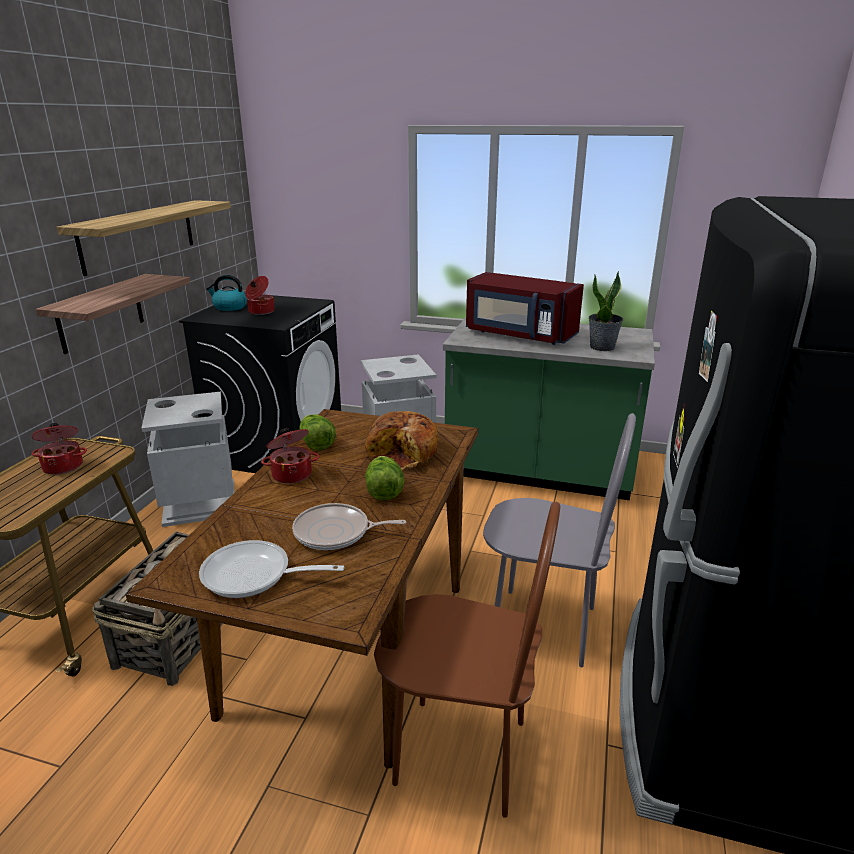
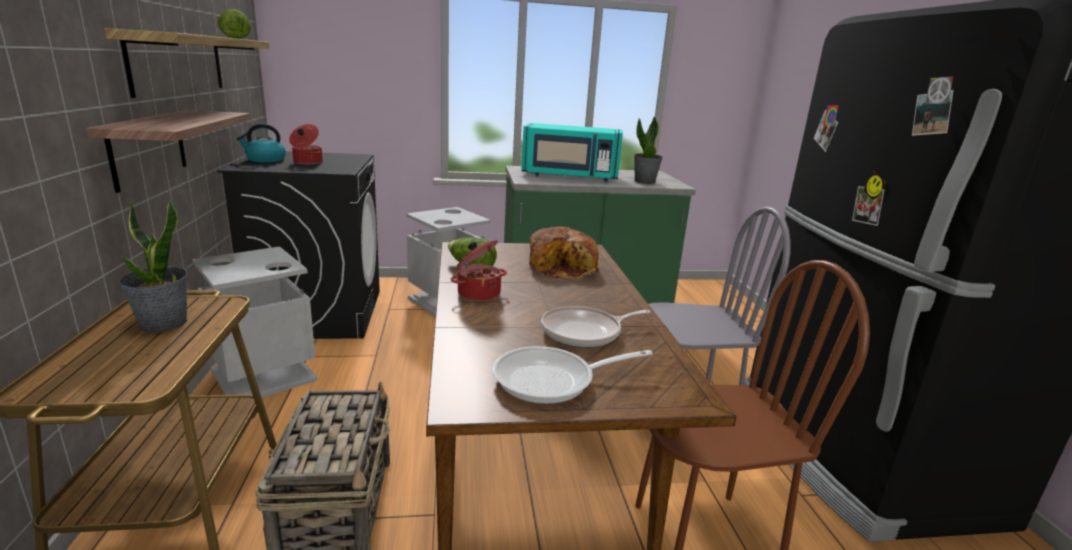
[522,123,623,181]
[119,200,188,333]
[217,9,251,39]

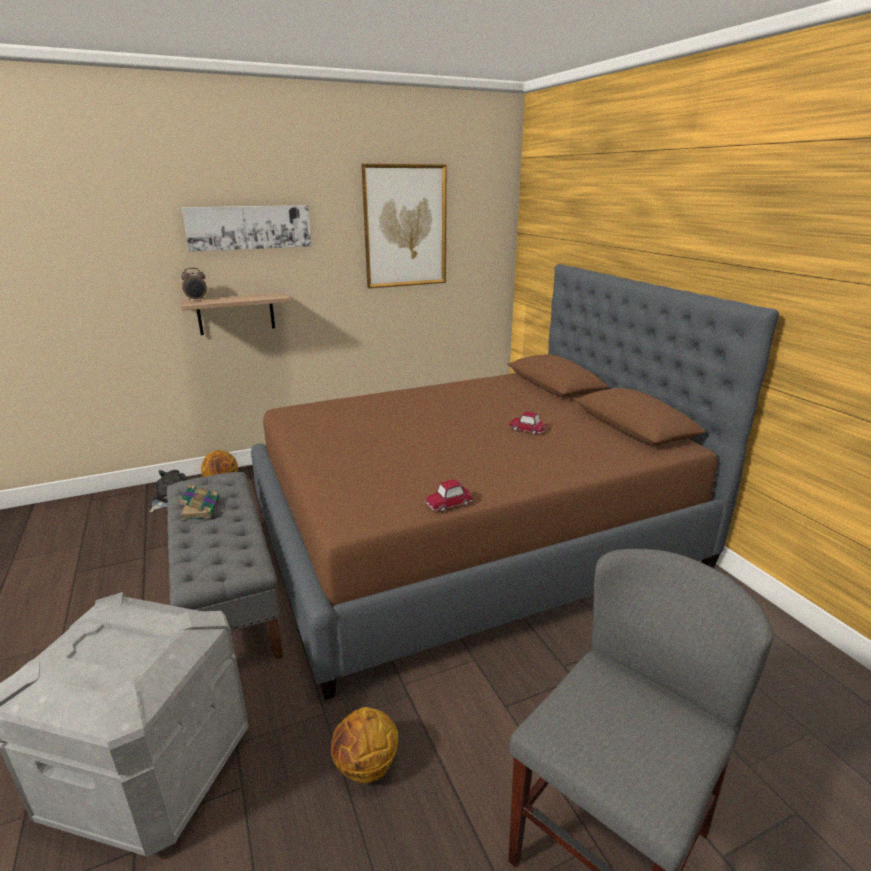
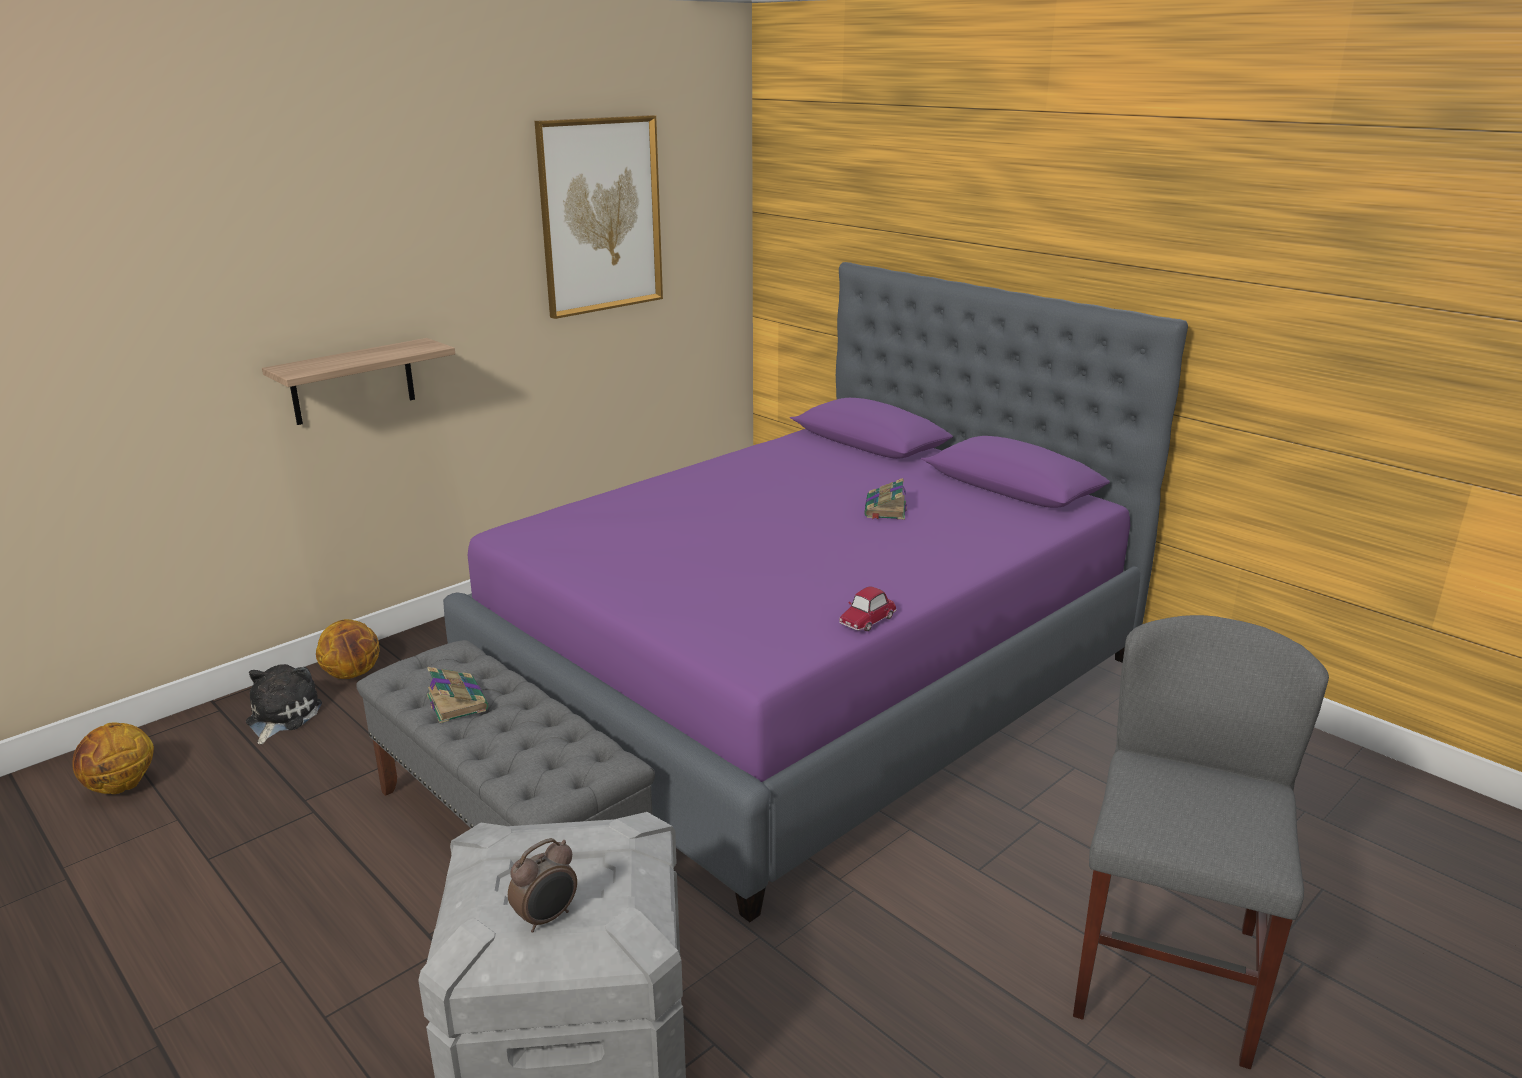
[182,205,311,252] (first image)
[443,262,1188,922]
[508,838,577,933]
[865,478,907,520]
[72,722,154,794]

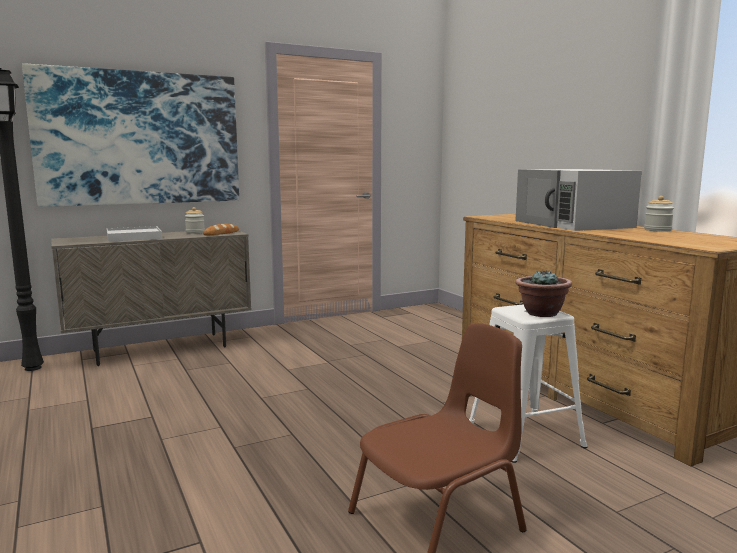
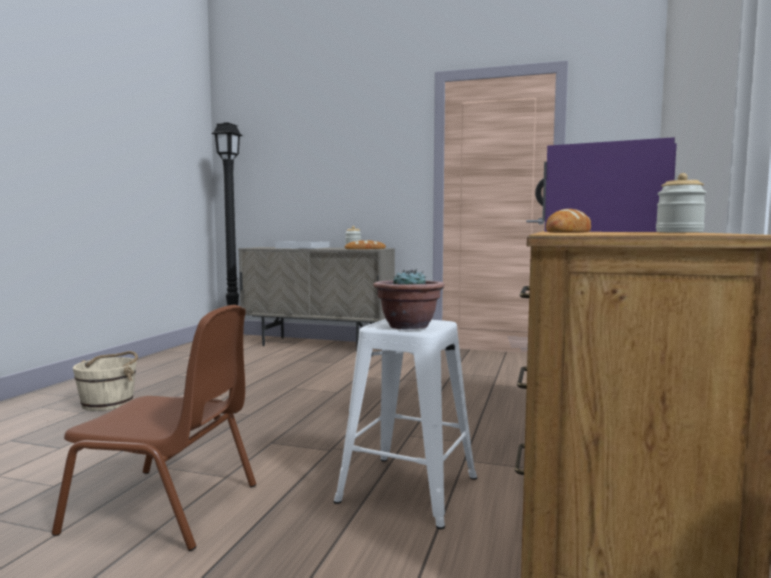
[22,63,239,207] (first image)
[535,137,677,232]
[546,209,591,233]
[73,351,138,411]

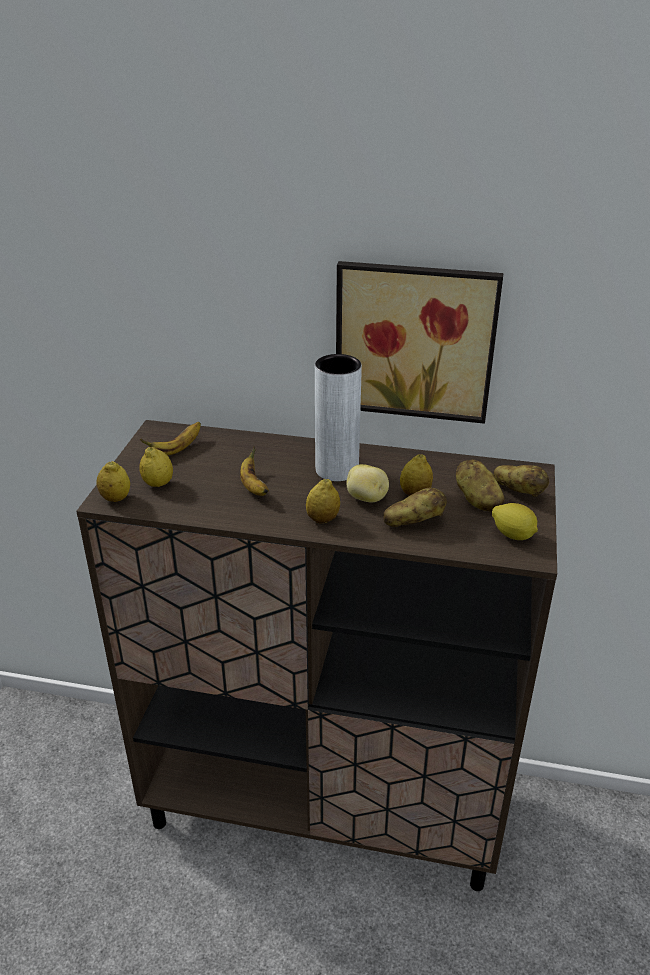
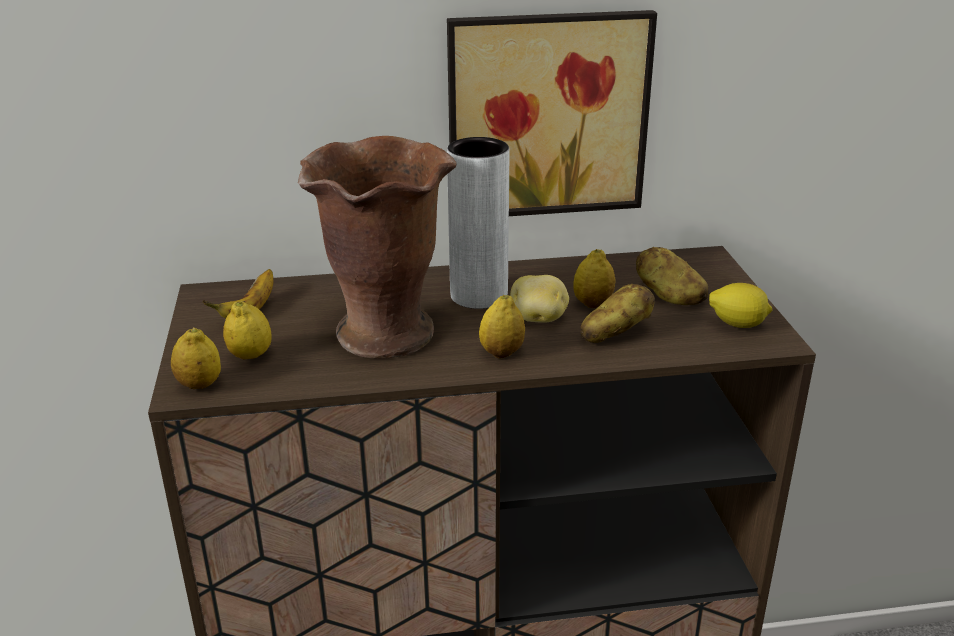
[298,136,457,359]
[493,465,549,497] (first image)

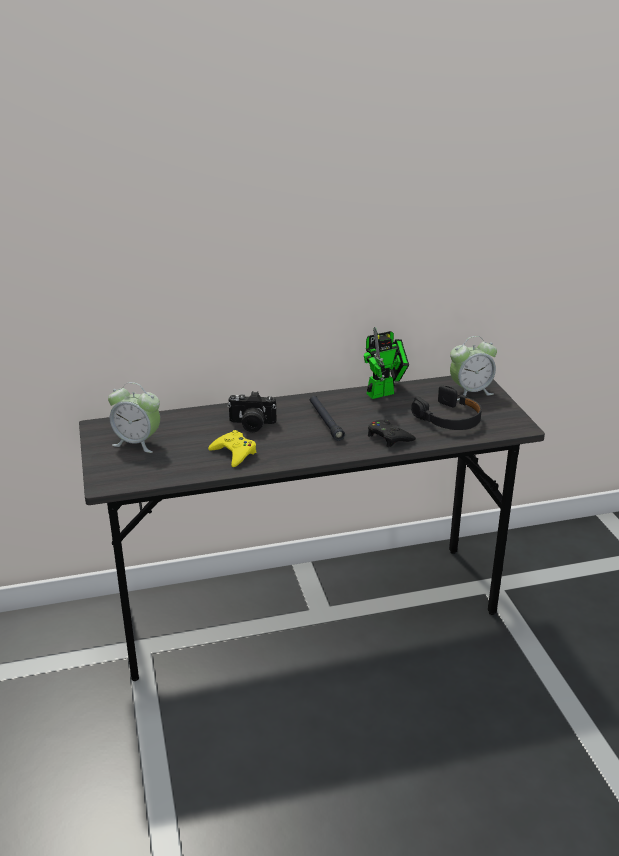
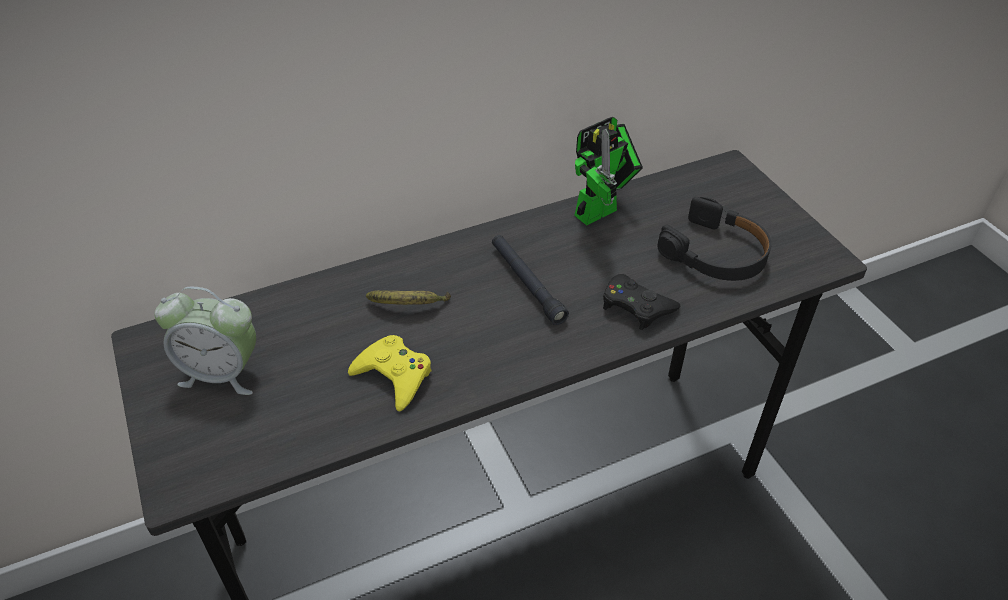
[450,336,497,400] (first image)
[366,290,451,305]

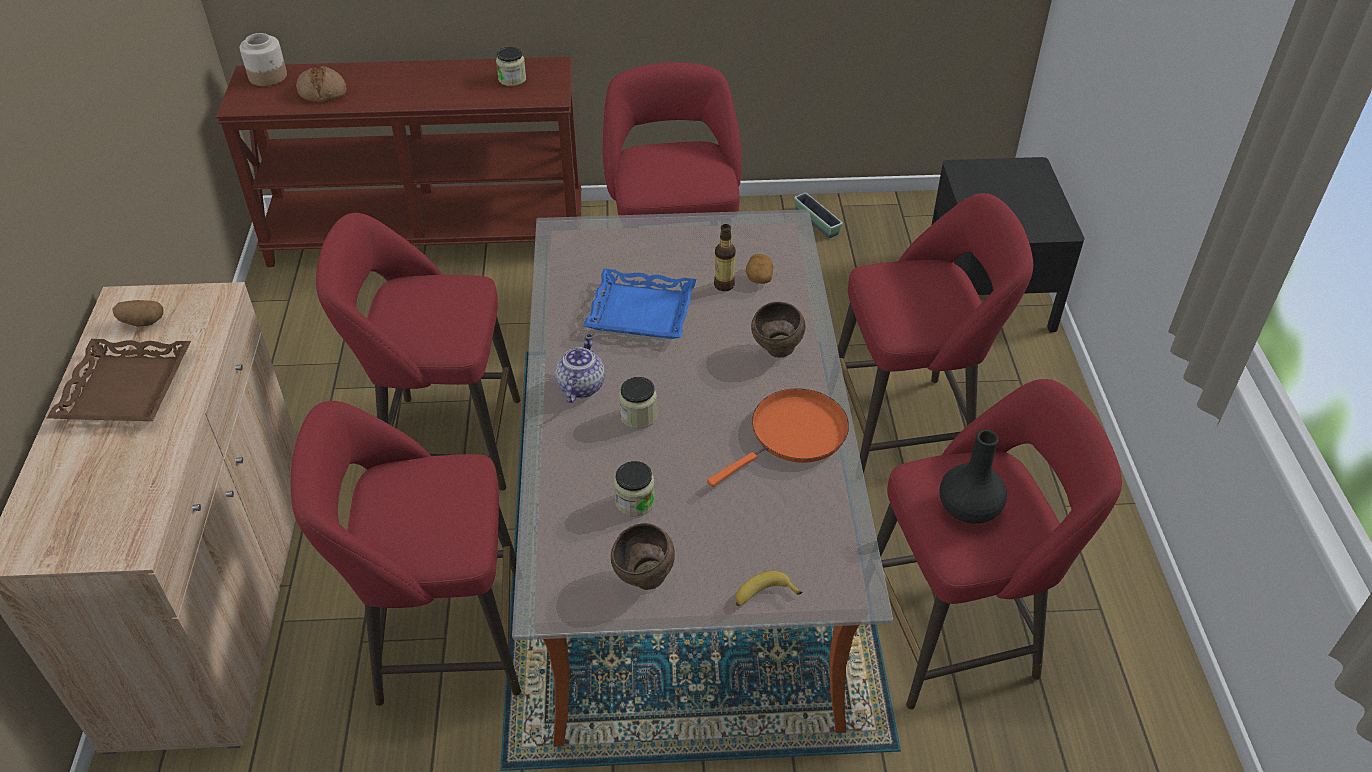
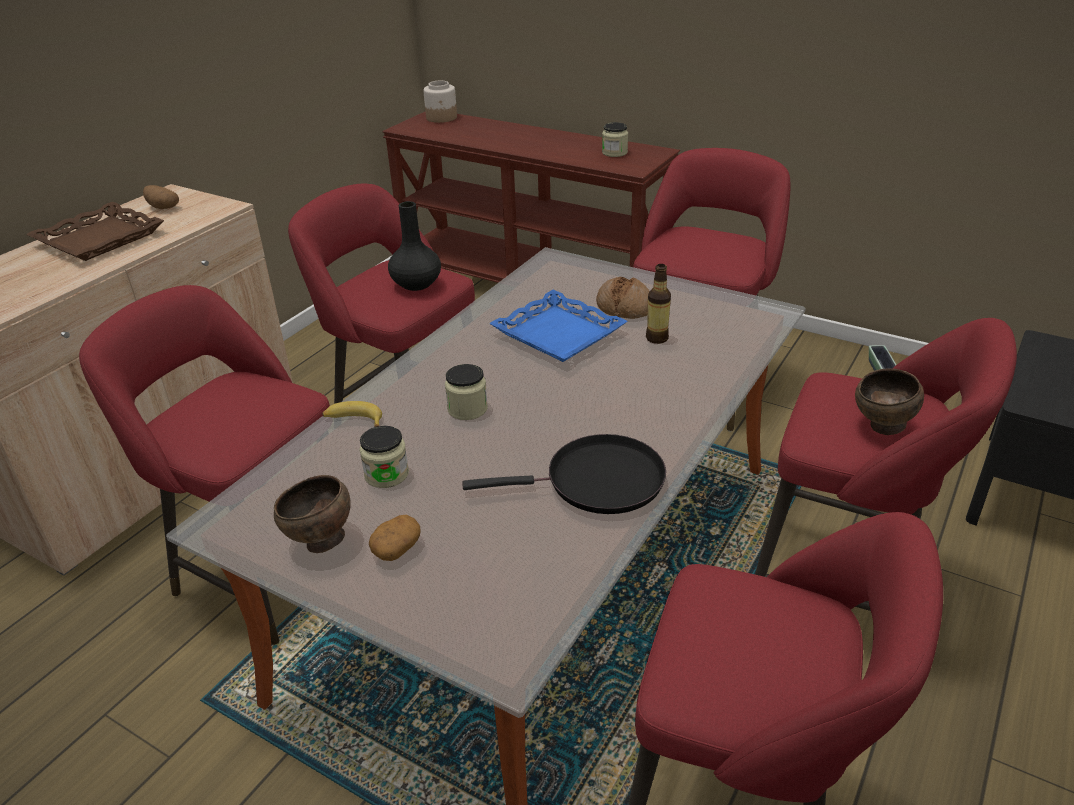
[596,277,650,319]
[369,515,421,561]
[855,368,924,435]
[555,334,605,403] (first image)
[462,434,666,514]
[388,201,441,291]
[322,401,382,427]

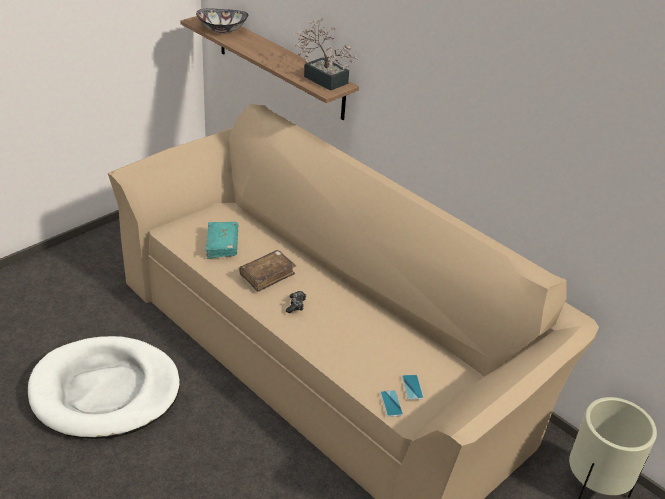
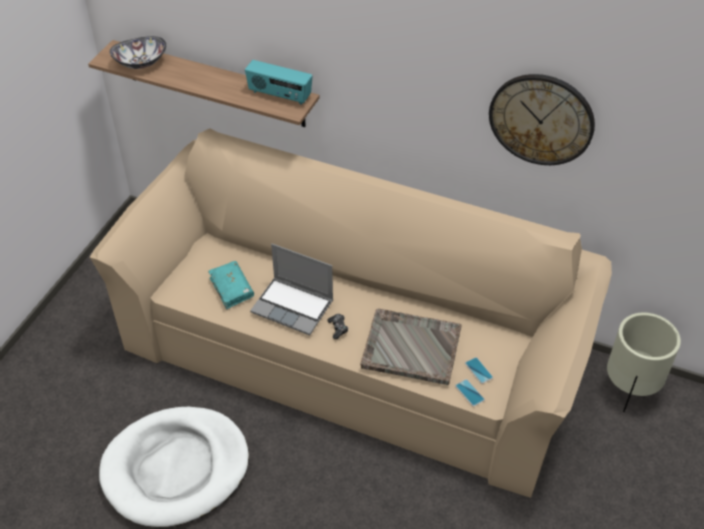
[245,60,313,105]
[250,244,333,335]
[489,74,595,165]
[360,309,462,385]

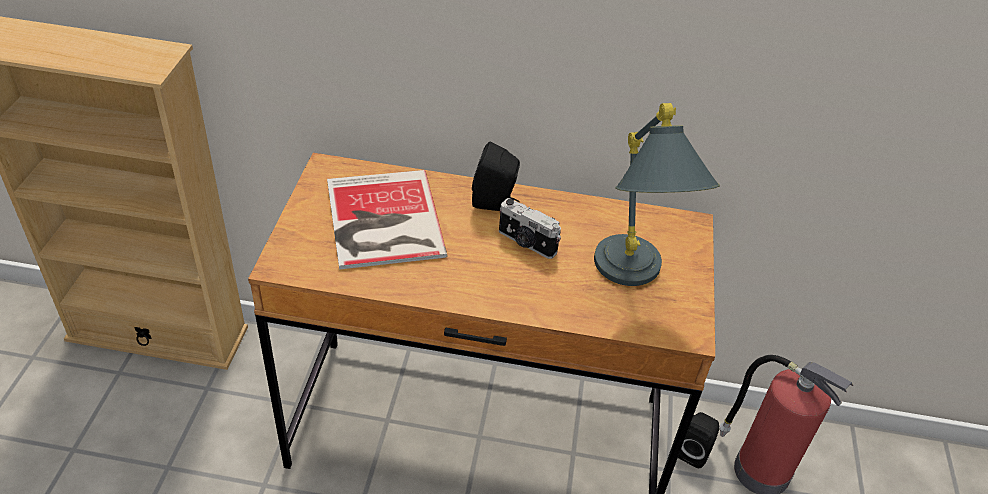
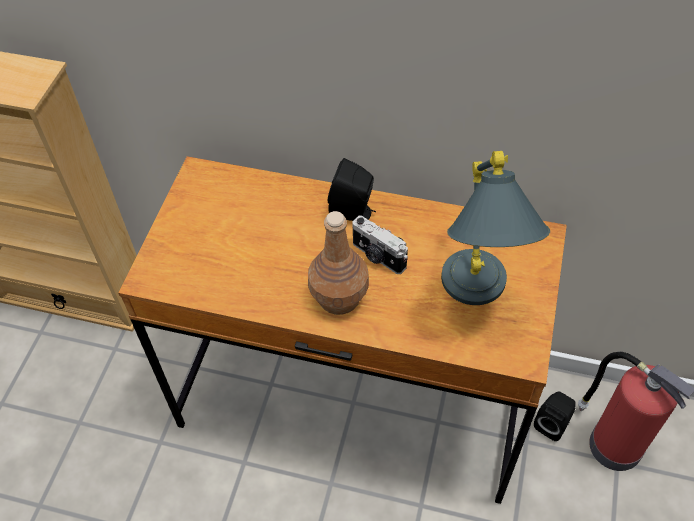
[327,170,448,270] (first image)
[308,211,369,315]

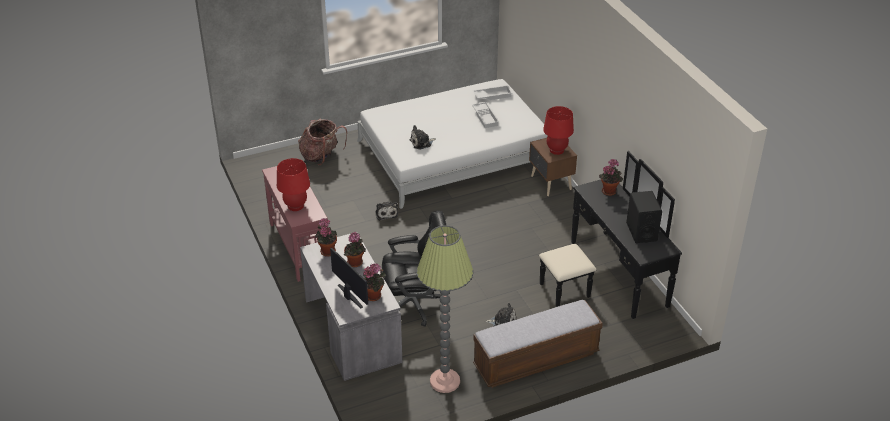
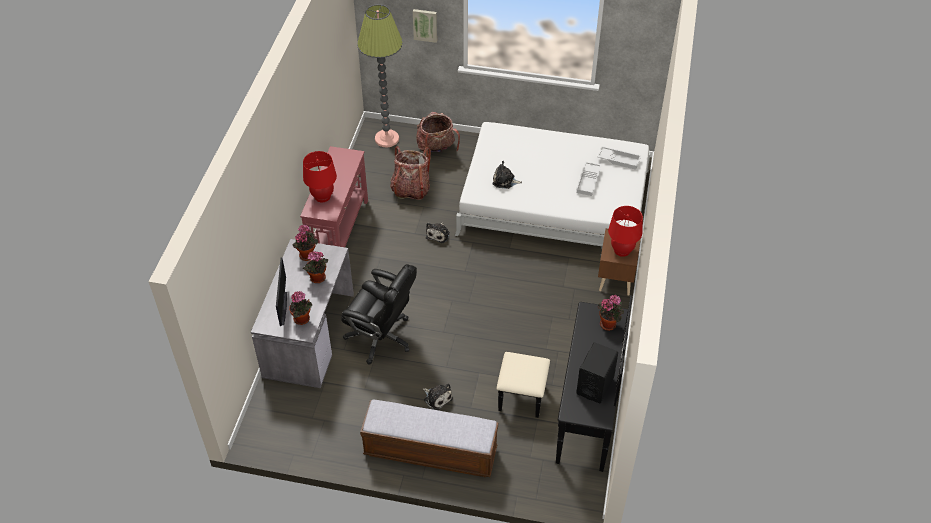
[357,4,403,147]
[413,9,437,43]
[390,146,431,200]

